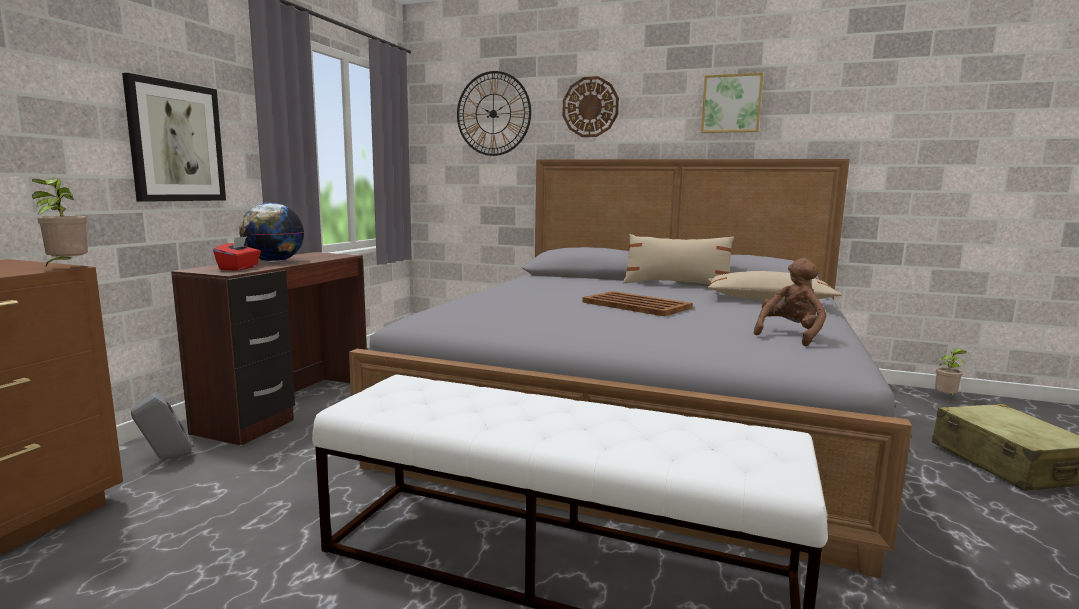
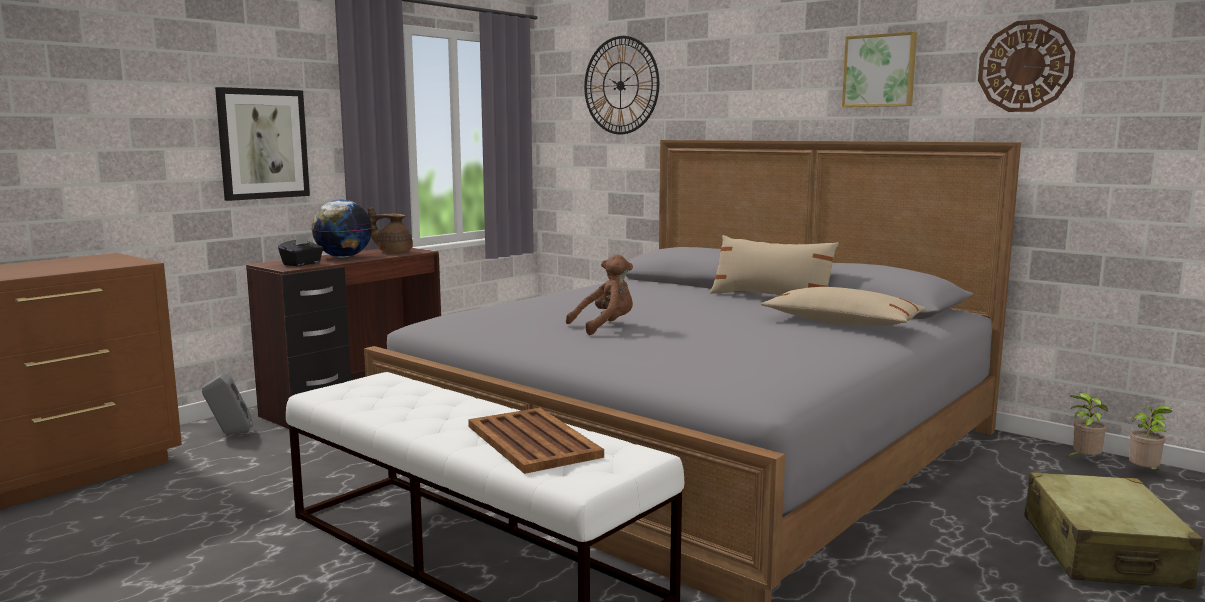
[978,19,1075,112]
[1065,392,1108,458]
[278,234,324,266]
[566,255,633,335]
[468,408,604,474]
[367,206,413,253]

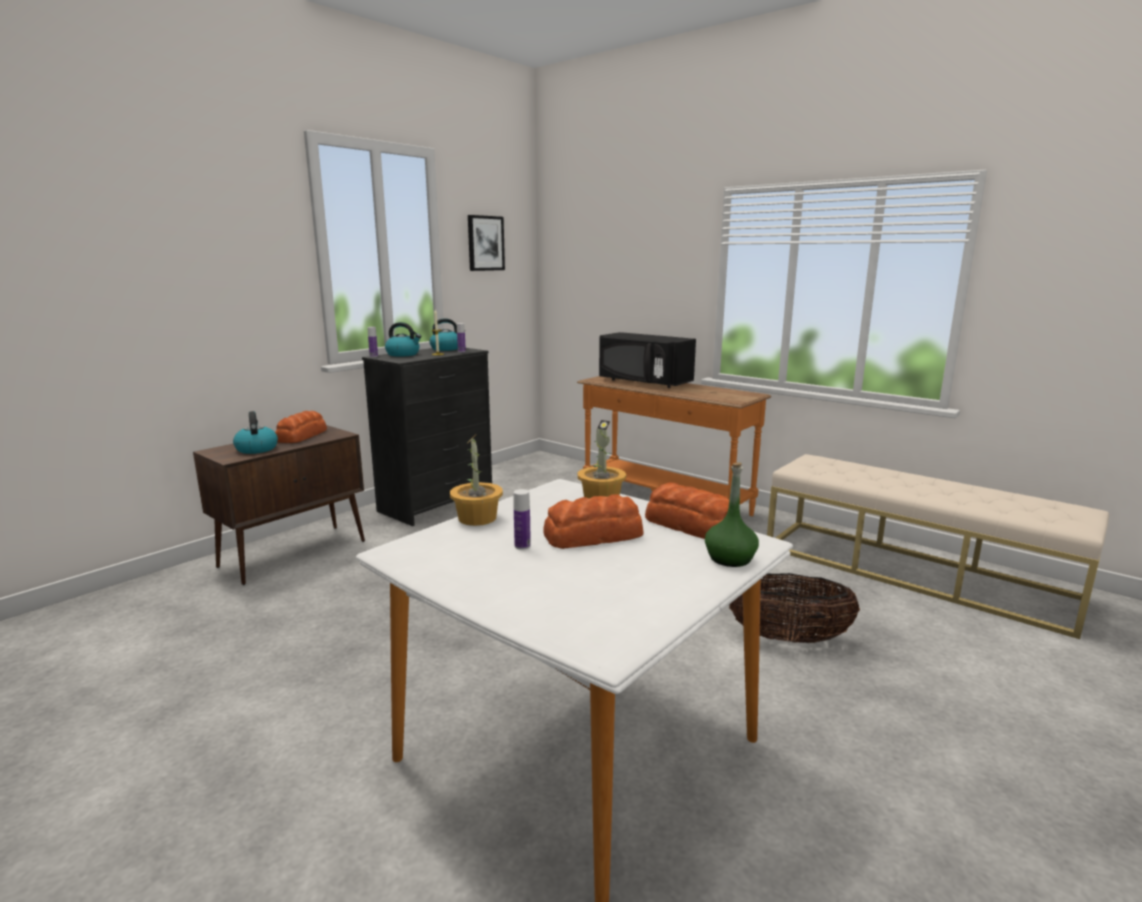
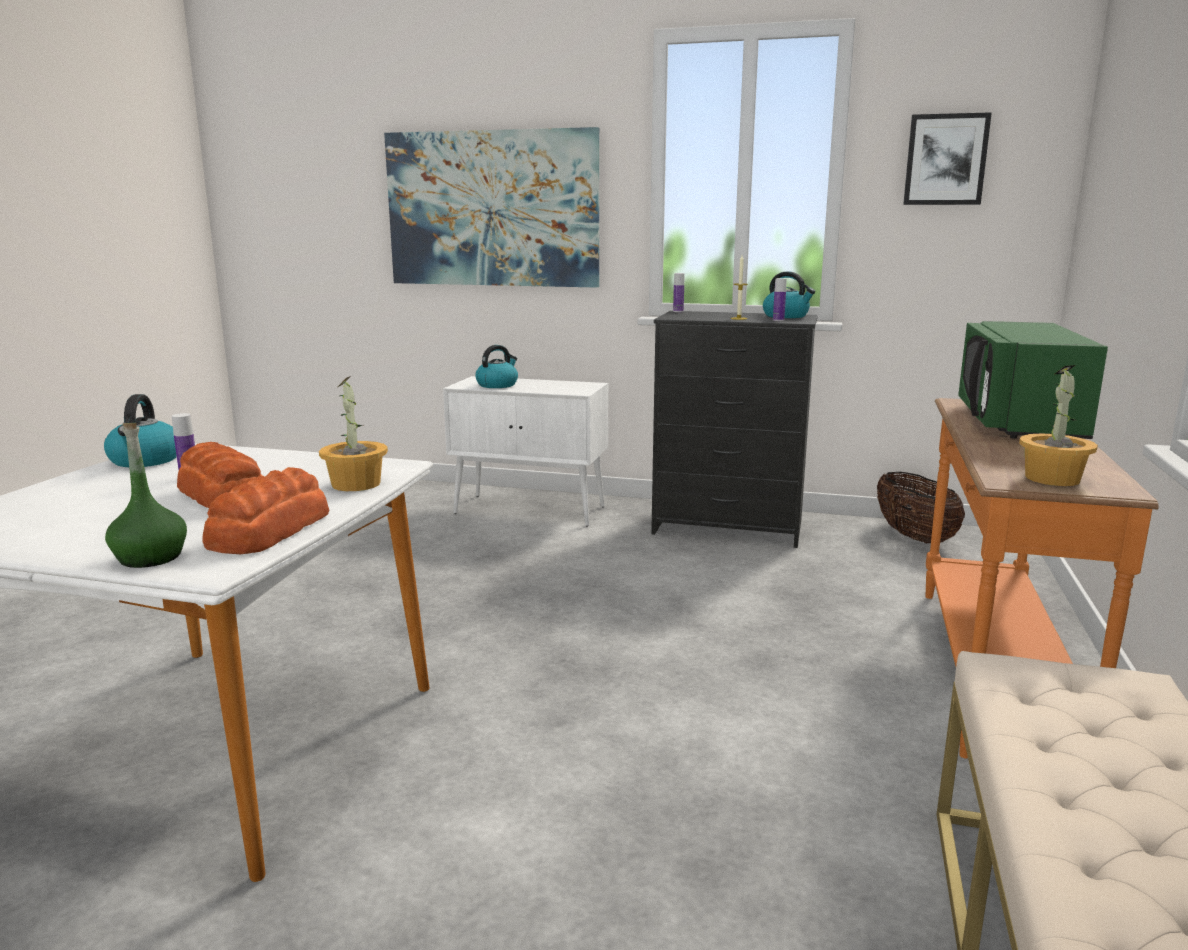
[104,394,177,467]
[958,321,1108,439]
[275,411,327,443] (first image)
[443,376,608,526]
[1019,365,1098,486]
[877,472,965,544]
[384,127,599,288]

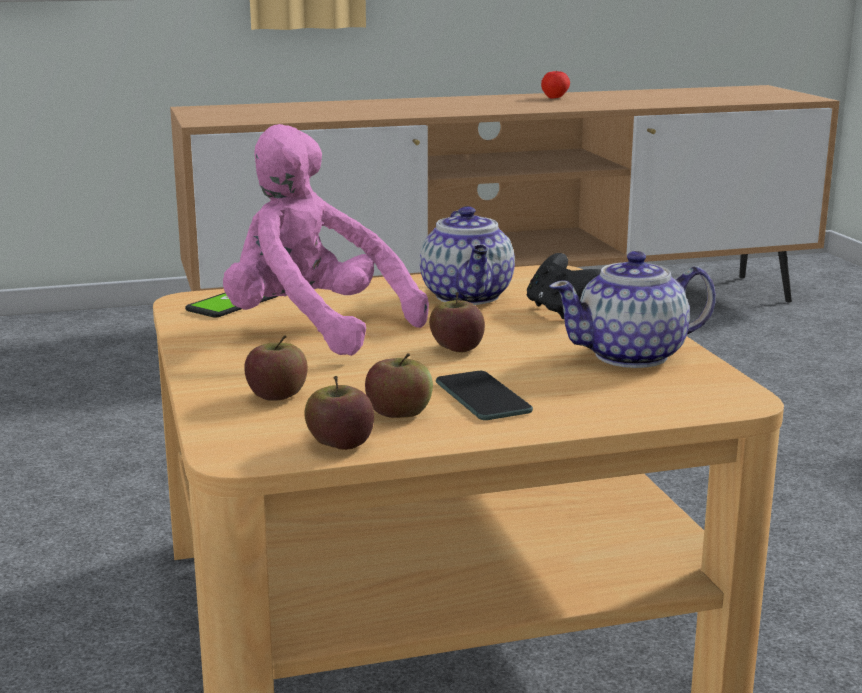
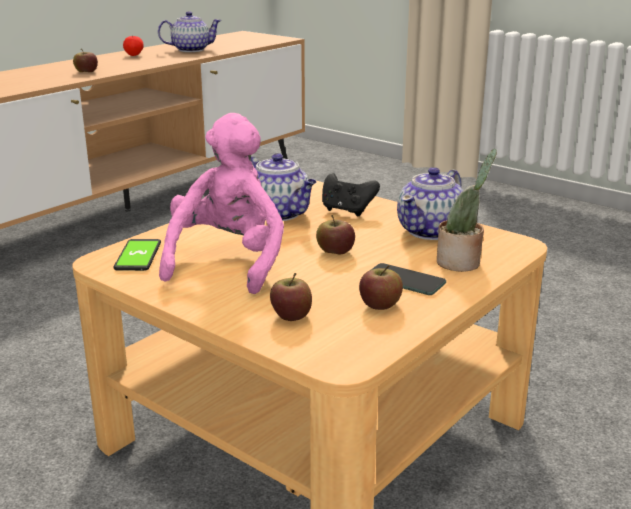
[159,113,284,294]
[73,49,98,72]
[158,11,222,52]
[437,149,497,272]

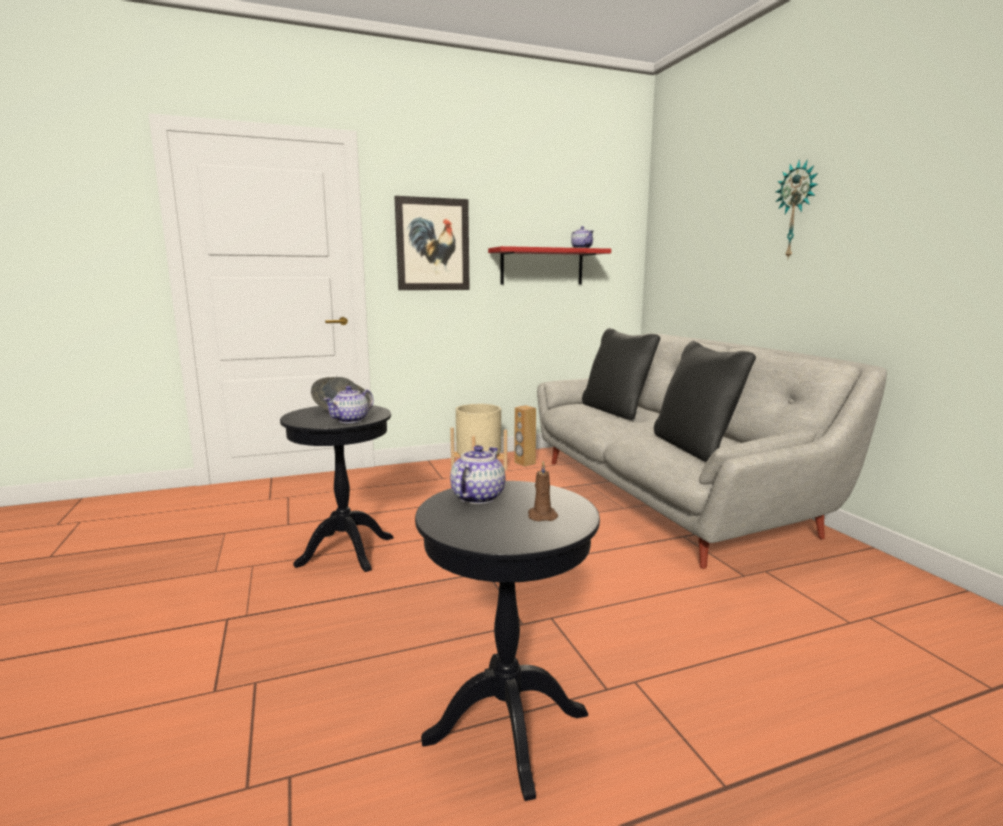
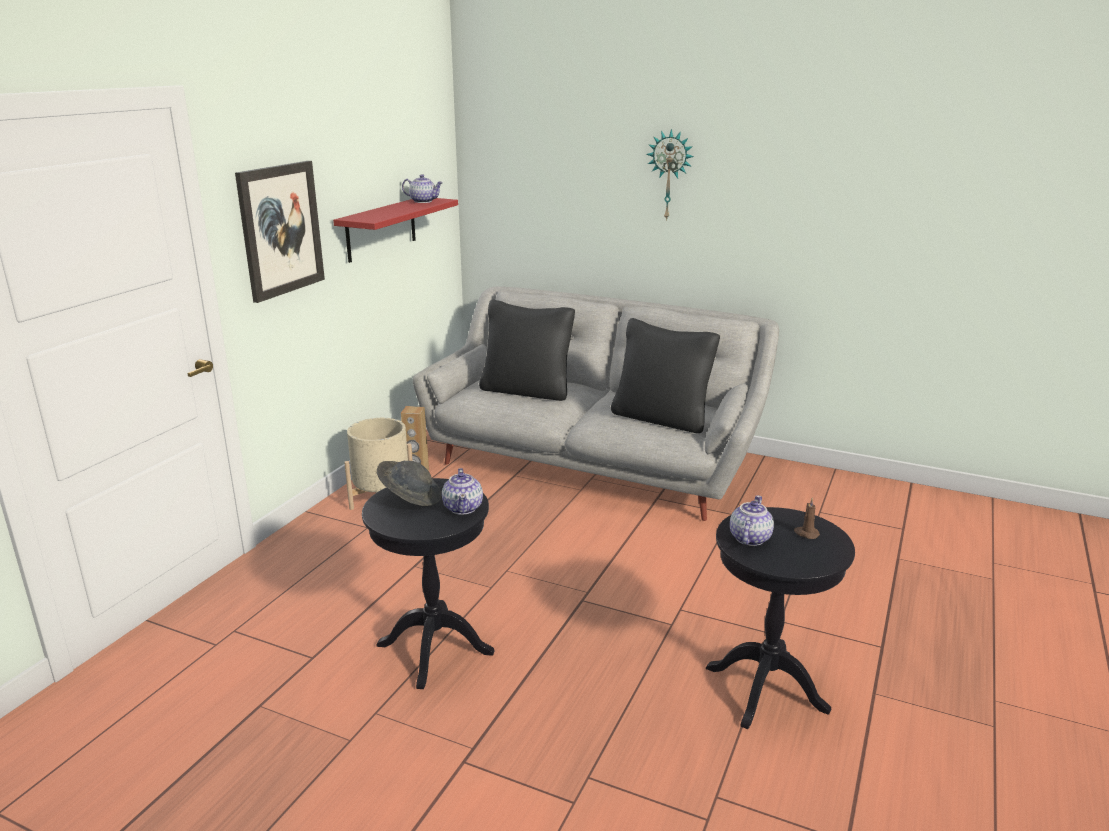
[730,495,774,546]

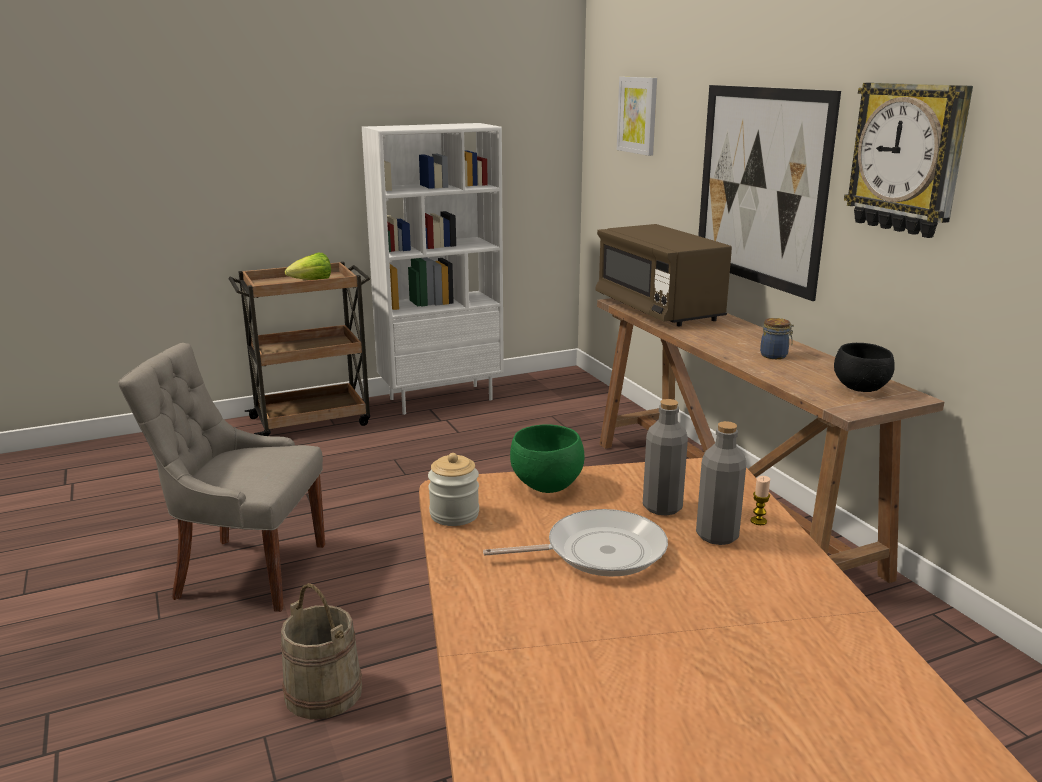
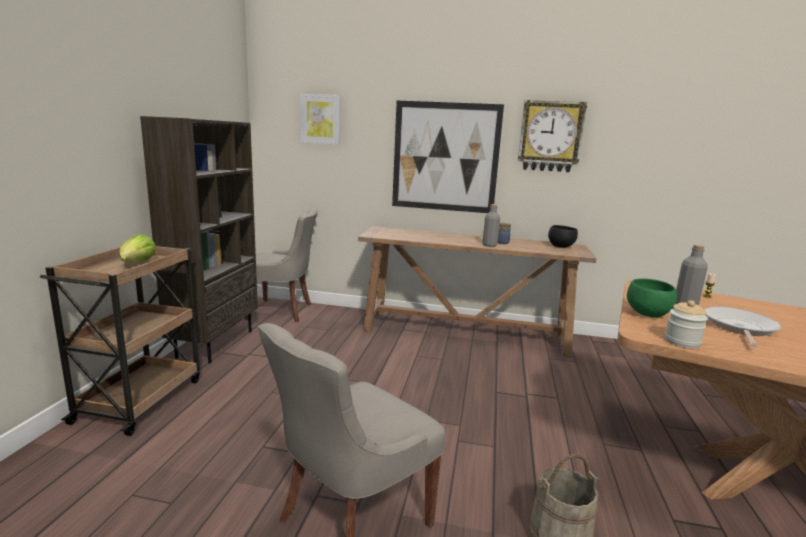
[140,116,258,363]
[596,224,732,326] (first image)
[483,204,500,247]
[244,209,318,322]

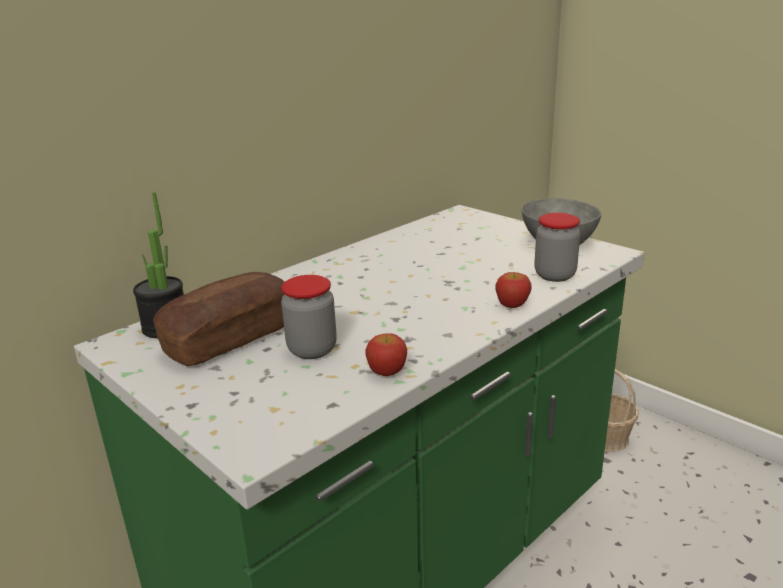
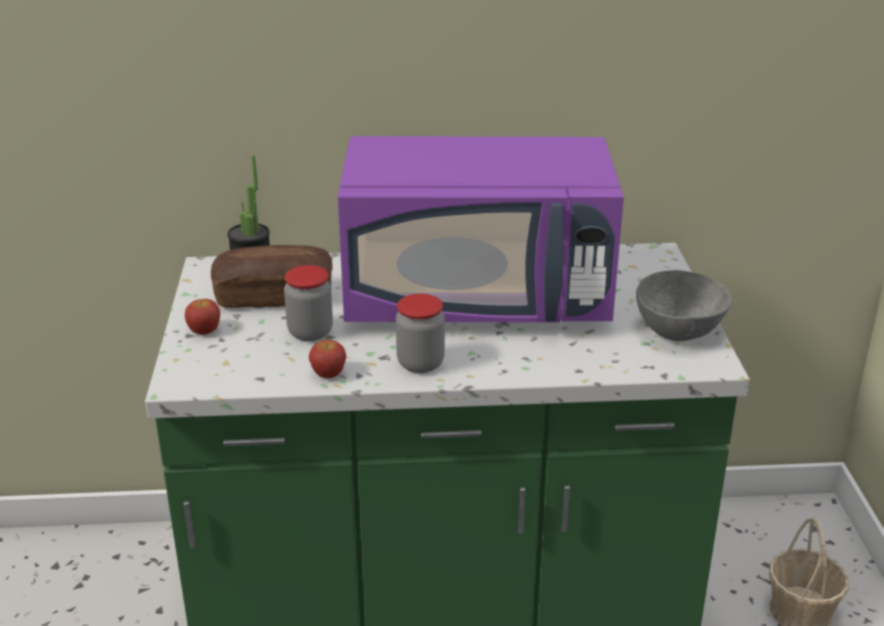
[396,294,445,373]
[185,299,220,335]
[338,136,624,322]

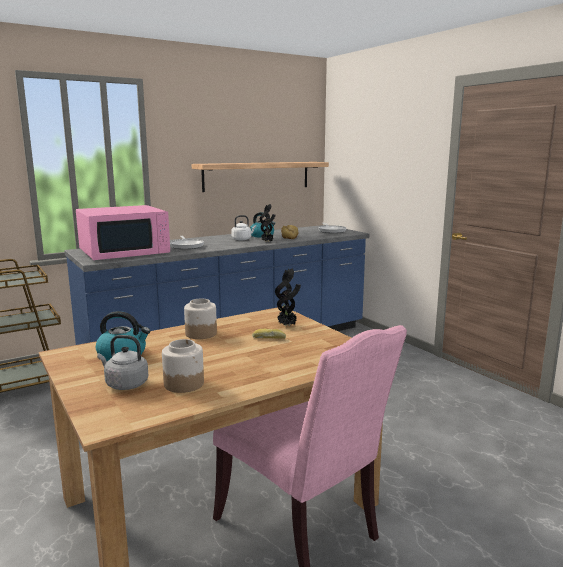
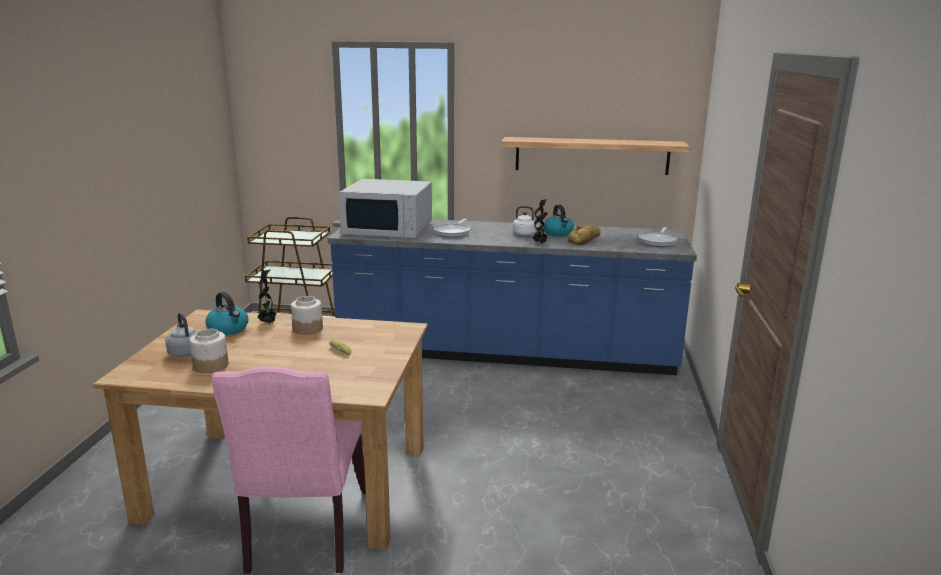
[339,179,432,238]
[257,269,278,324]

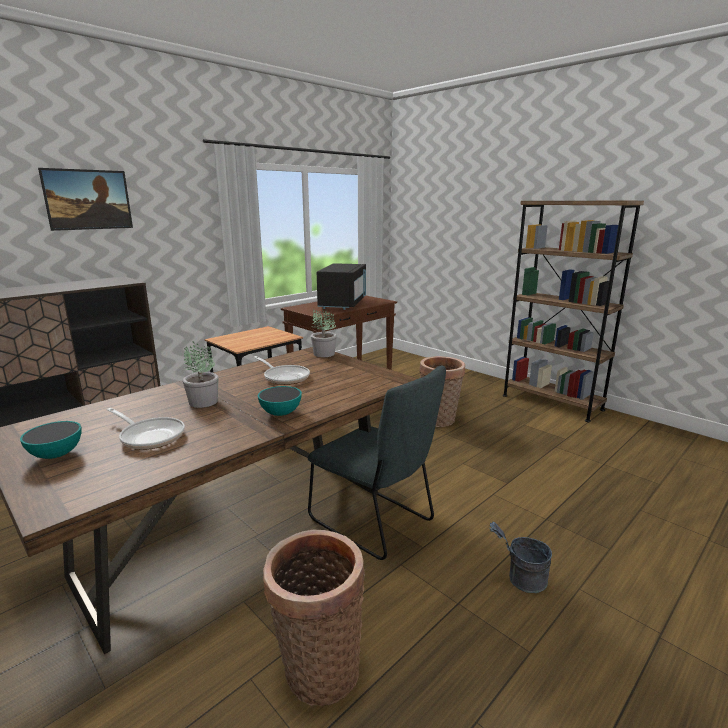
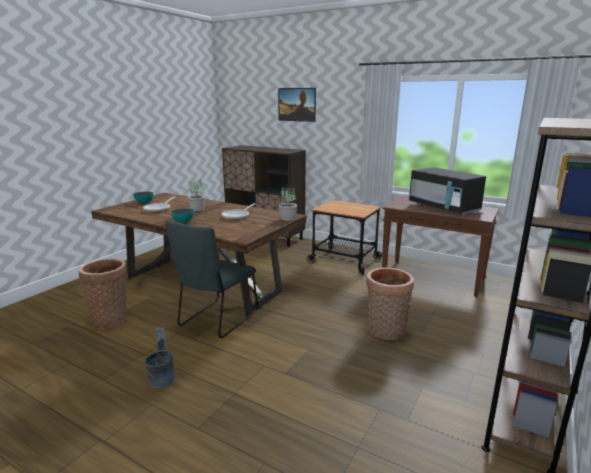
[409,167,486,215]

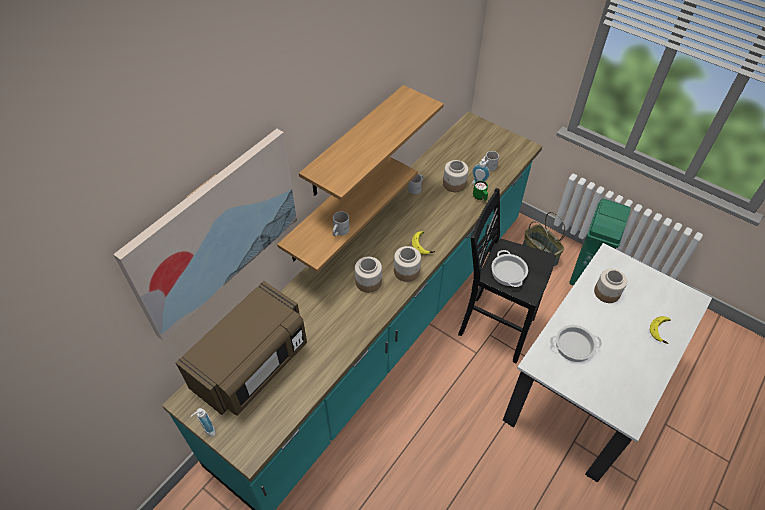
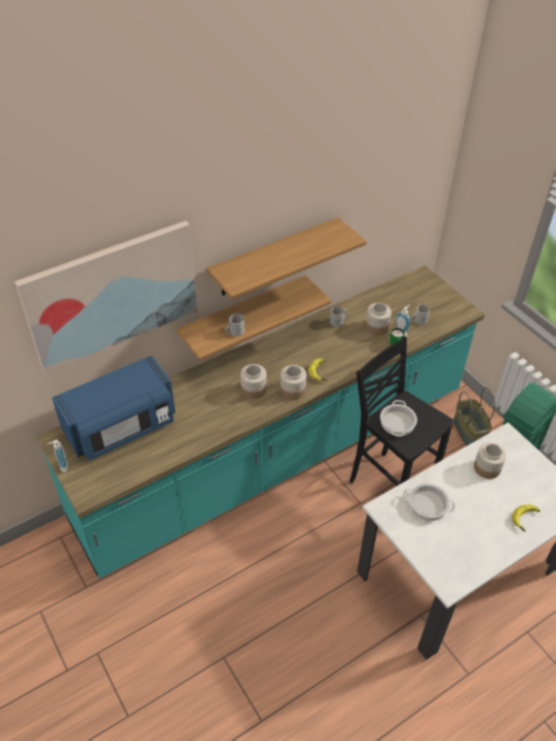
[52,355,175,461]

